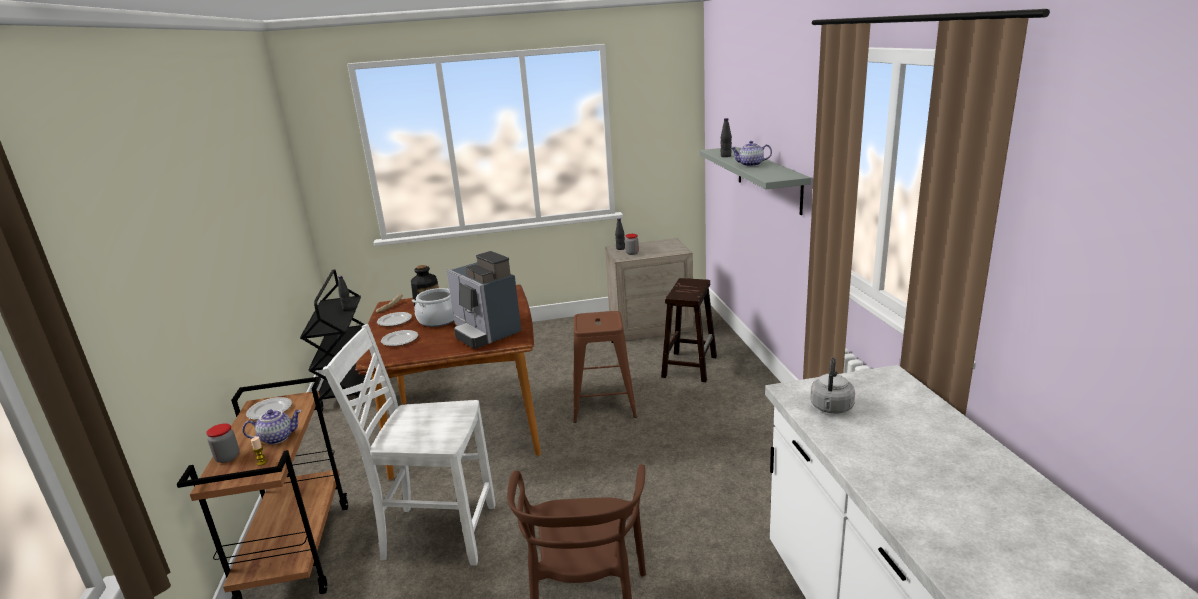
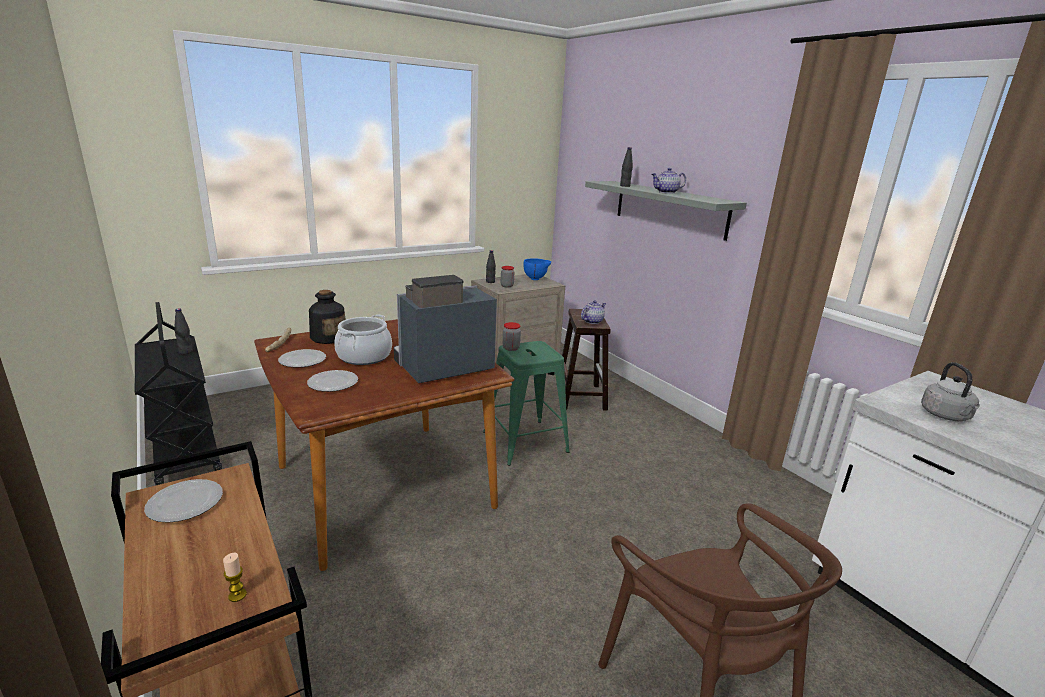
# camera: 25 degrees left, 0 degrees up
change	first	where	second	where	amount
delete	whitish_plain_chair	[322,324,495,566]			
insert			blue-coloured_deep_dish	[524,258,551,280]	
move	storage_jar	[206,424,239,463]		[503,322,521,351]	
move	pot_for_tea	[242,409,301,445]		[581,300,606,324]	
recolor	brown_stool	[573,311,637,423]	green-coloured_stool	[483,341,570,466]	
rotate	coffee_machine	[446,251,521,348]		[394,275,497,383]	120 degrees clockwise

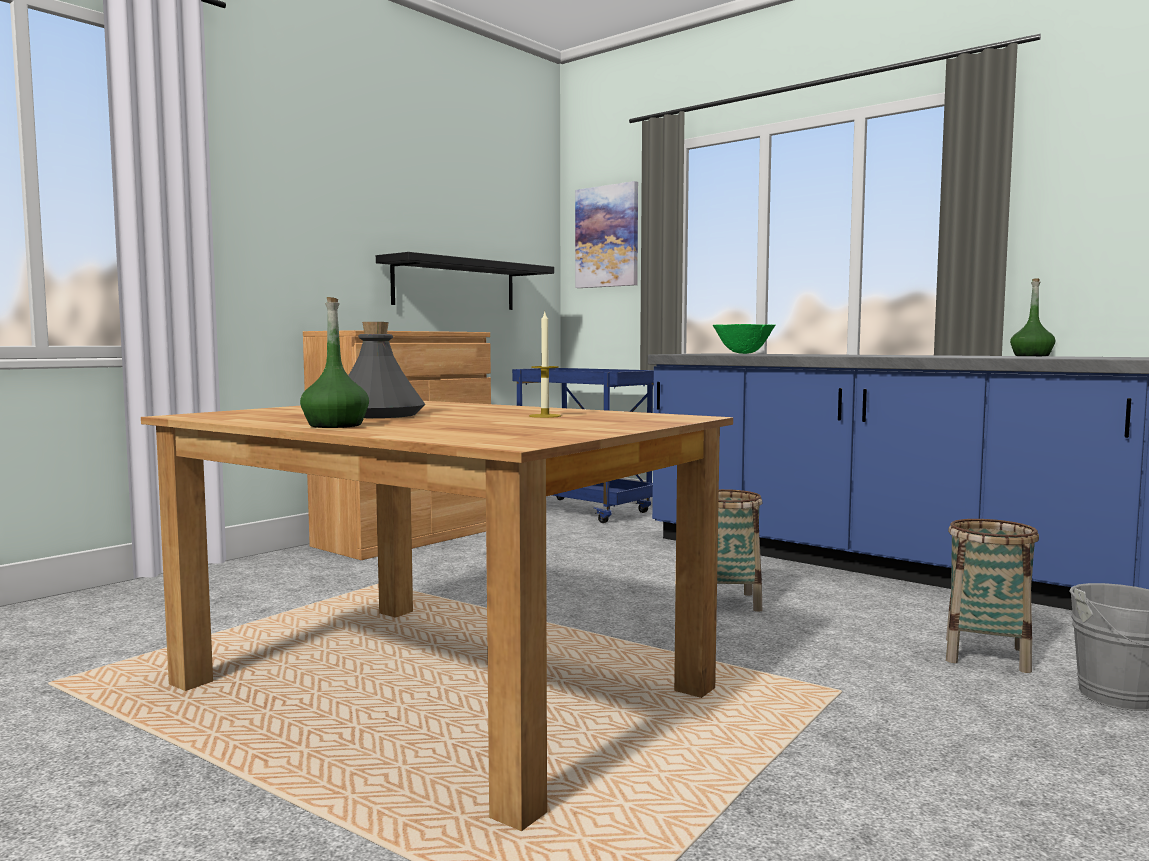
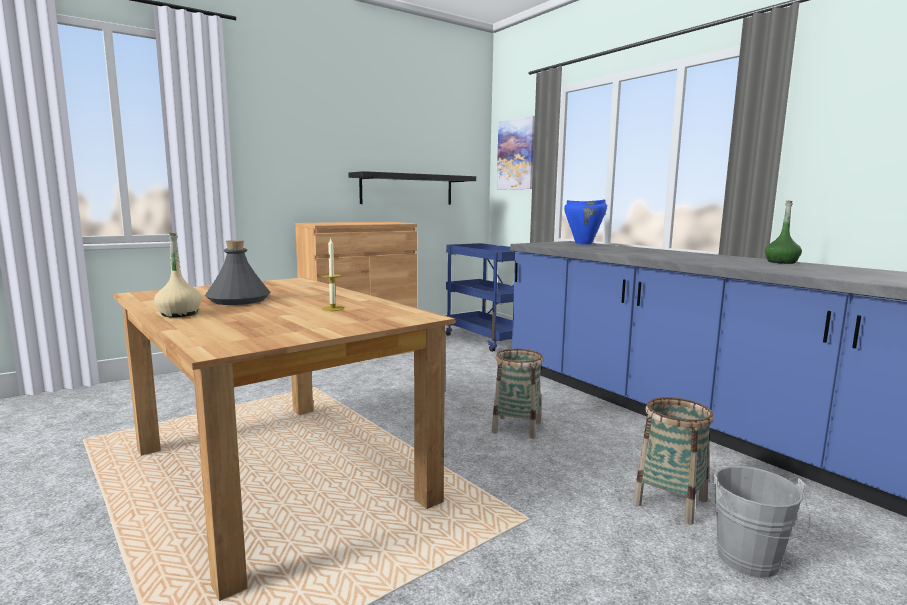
# camera: 15 degrees right, 5 degrees up
change	first	where	second	where	amount
replace	green-coloured_deep_dish	[713,324,776,354]	blue-coloured_saucepot	[564,199,607,245]	
recolor	green-coloured_beverage_bottle	[300,297,369,428]	beige_beverage_bottle	[154,233,202,317]	

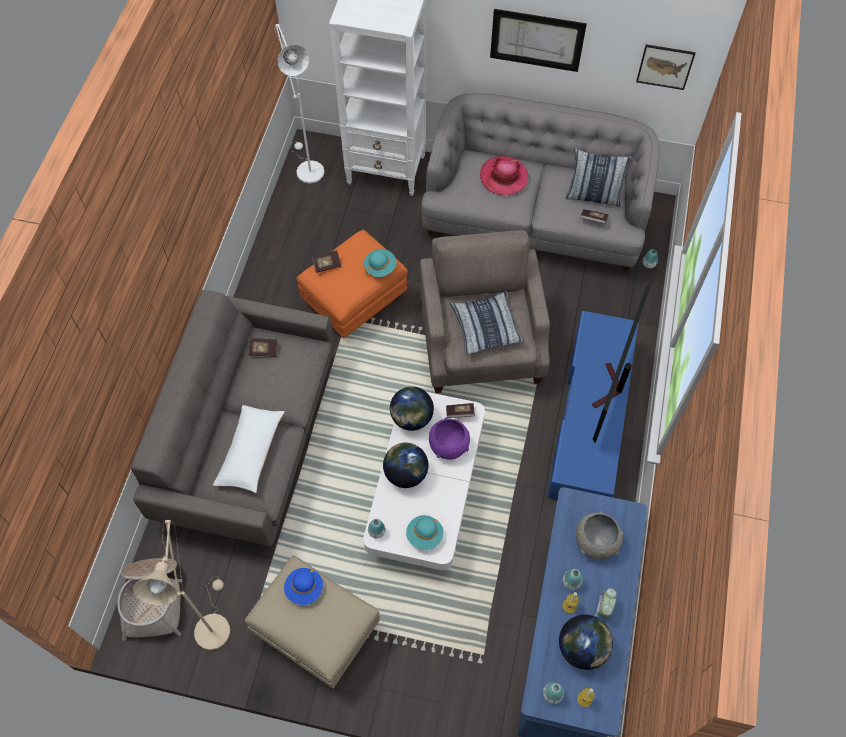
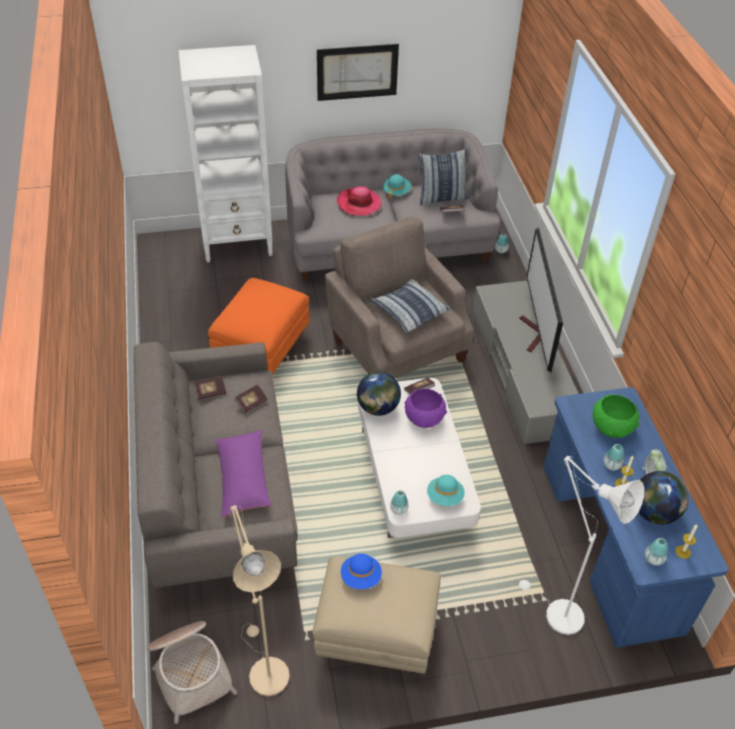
# camera: 25 degrees left, 15 degrees down
change	first	where	second	where	amount
delete	desk_globe	[383,442,429,488]			
delete	wall_art	[636,44,696,90]			
move	whitish_standing_lamp	[274,24,325,184]		[519,456,645,635]	
move	bound_book	[312,250,341,273]		[234,384,267,413]	
move	turquoise-coloured_hat	[364,249,397,277]		[383,174,411,199]	
recolor	whitish_pillow	[213,405,285,493]	purplish_pillow	[216,429,272,517]	
recolor	blue-coloured_media_console	[547,311,639,500]	grey_media_console	[472,281,579,445]	
recolor	grey_deep_dish	[576,511,623,560]	green-coloured_deep_dish	[593,394,639,438]	

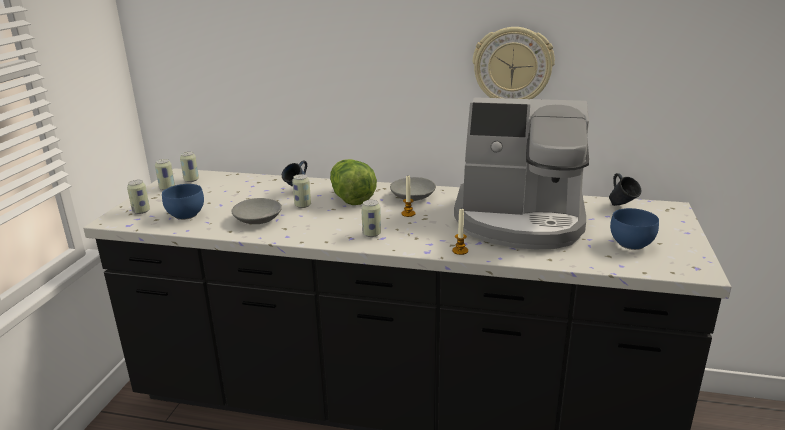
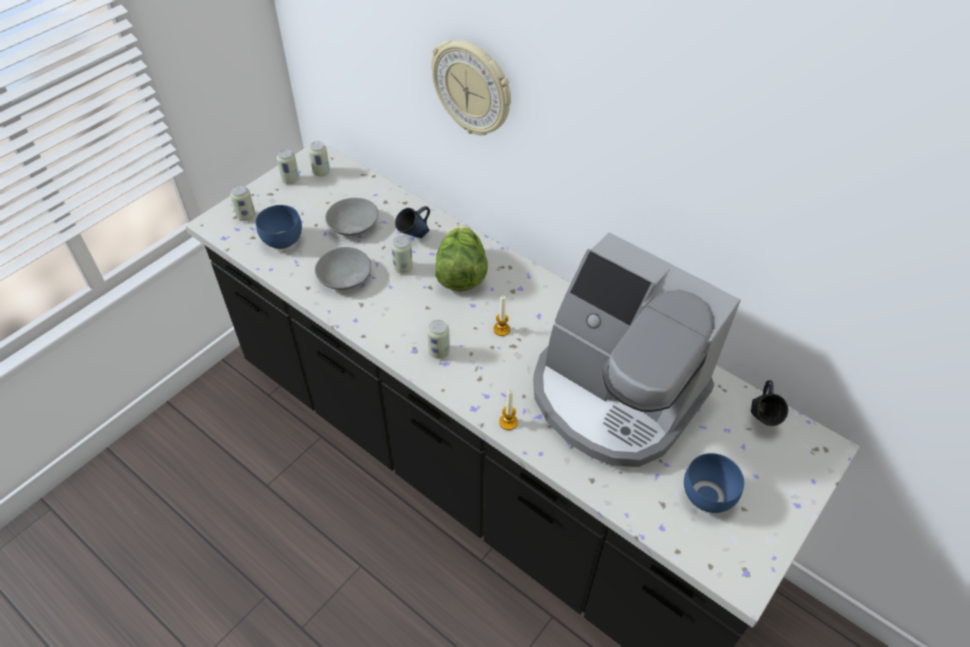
# camera: 25 degrees right, 25 degrees up
change	first	where	second	where	amount
move	grey_deep_dish	[390,177,436,201]		[325,198,378,236]	
move	hanging_clock	[473,27,555,99]		[431,40,511,135]	

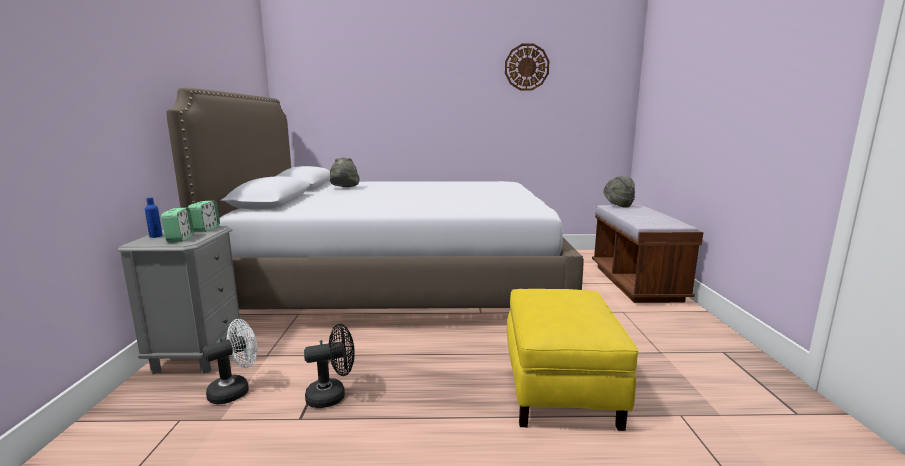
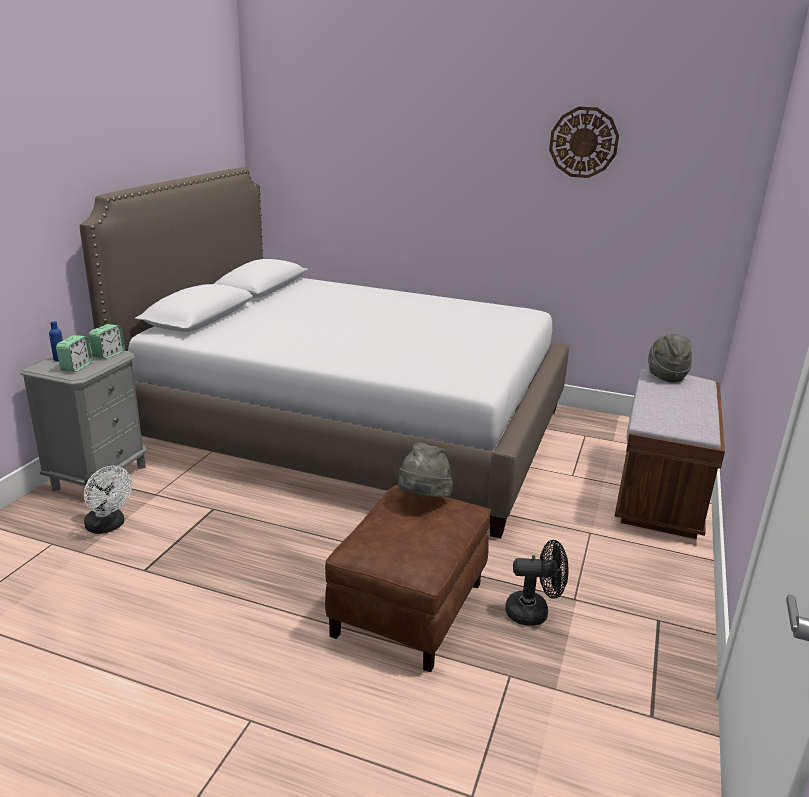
# camera: 20 degrees right, 10 degrees up
change	first	where	second	where	amount
move	blackish_cooling_fan	[304,324,355,408]		[505,540,568,626]	
move	grey_hat	[330,158,360,187]		[398,442,453,497]	
recolor	yellow-coloured_pouffe	[507,289,638,431]	brown_pouffe	[325,485,491,672]	
rotate	whitish_cooling_fan	[203,319,257,404]		[84,466,132,534]	60 degrees clockwise

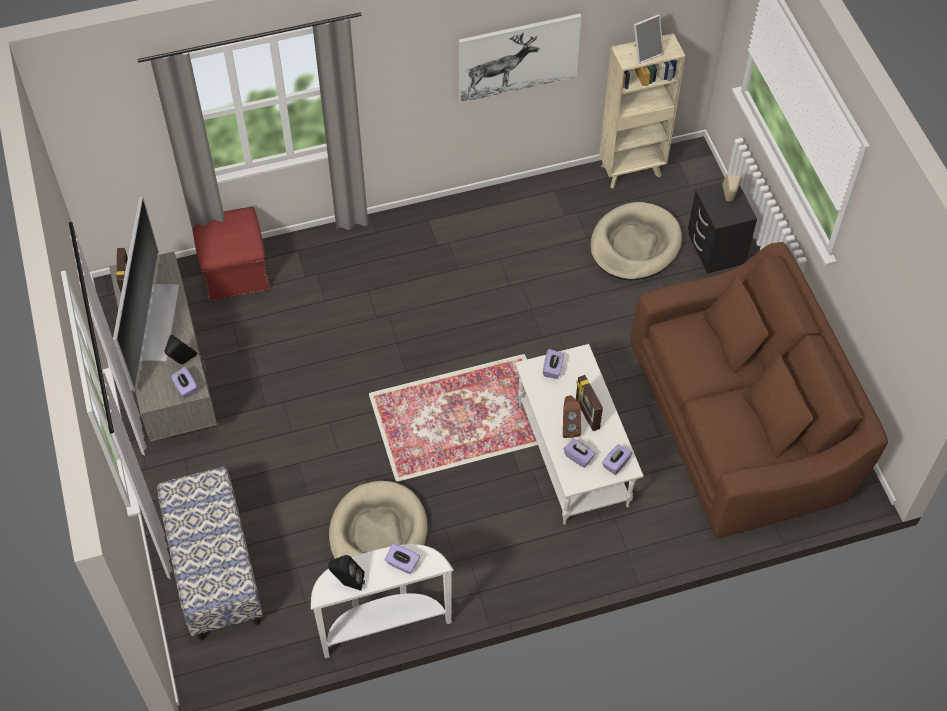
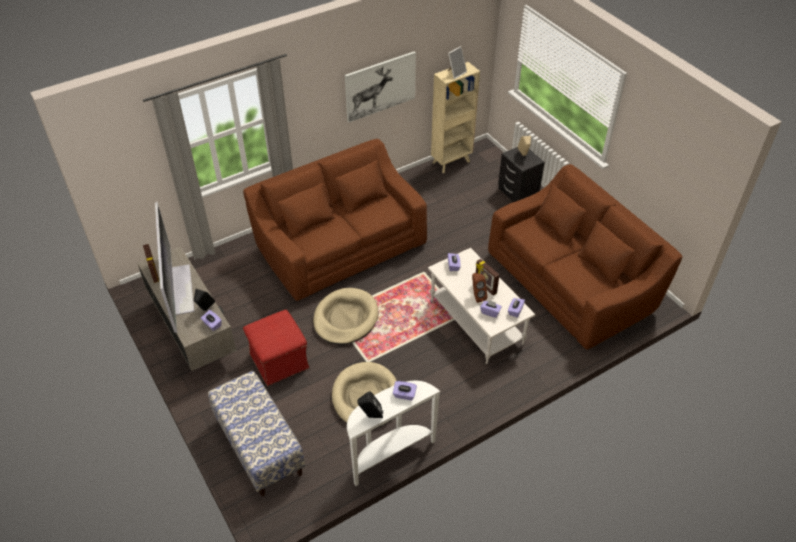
# camera: 15 degrees left, 10 degrees down
change	first	where	second	where	amount
insert			brown_settee	[243,139,427,301]	
move	red-coloured_pouffe	[192,207,270,301]		[243,310,309,386]	
move	beige_pet_bed	[590,202,682,280]		[313,288,378,345]	

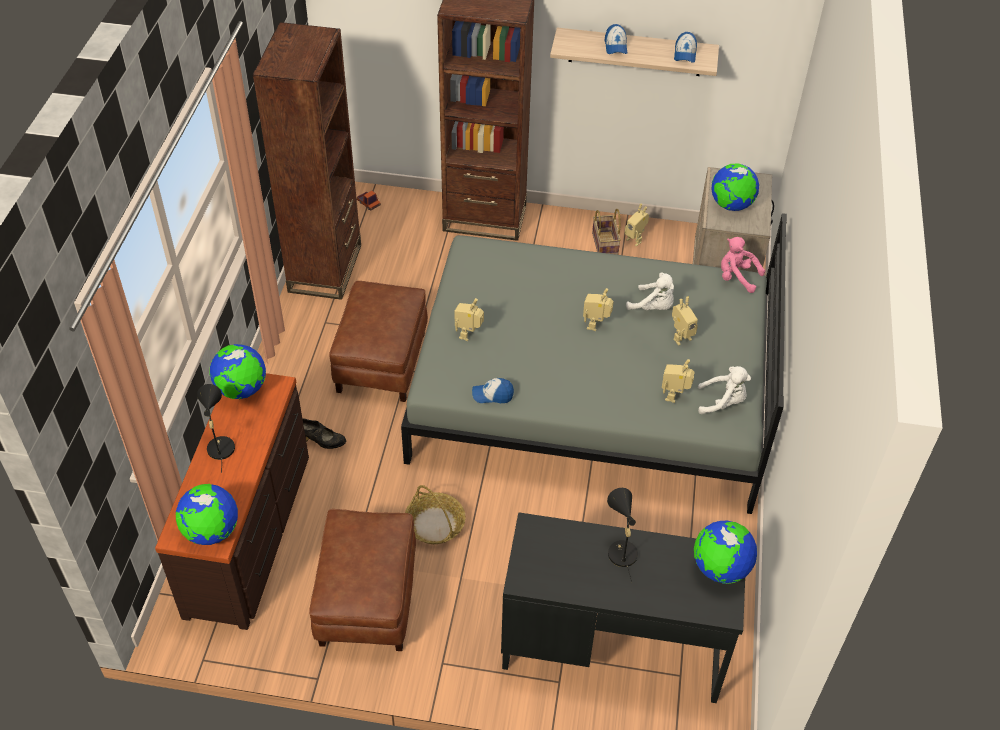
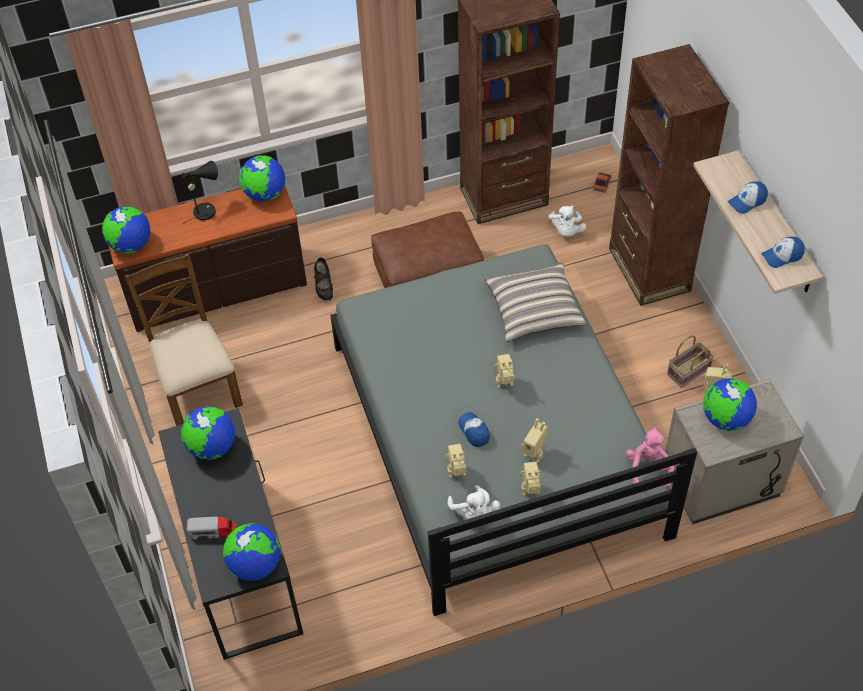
# camera: 65 degrees right, 5 degrees up
change	first	where	second	where	amount
delete	basket	[405,485,465,544]			
delete	blackish_lamp_for_a_table	[607,488,638,583]			
insert			desk_globe	[181,406,235,460]	
insert			toy_truck	[187,517,237,539]	
insert			pillow	[485,262,586,342]	
move	toy_robot	[454,298,484,341]		[520,462,540,496]	
move	baseball_cap	[472,378,514,403]		[458,412,490,447]	
move	whitish_plush_toy	[626,273,674,310]		[548,205,587,237]	
replace	brown_pouffe	[309,509,416,651]	brown_plain_chair	[125,253,243,426]	

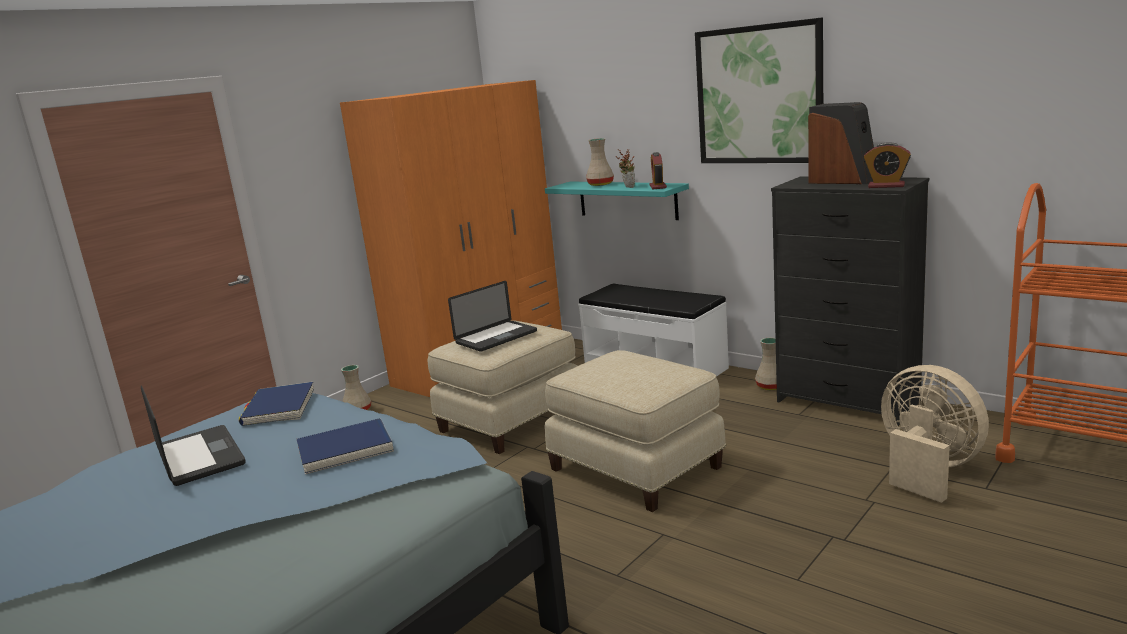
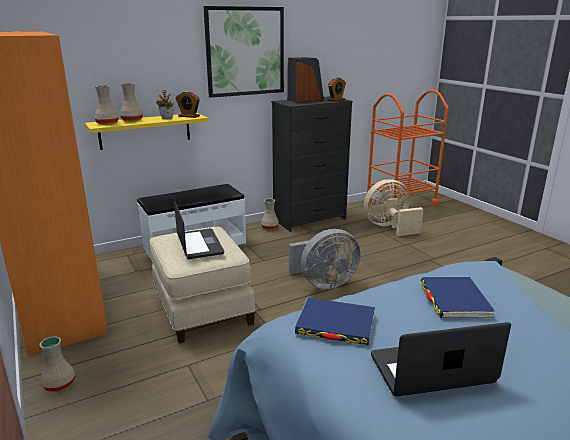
# camera: 70 degrees left, 5 degrees up
change	first	where	second	where	amount
insert			beige_vase	[95,85,119,125]	
replace	beige_pouffe	[544,350,726,512]	grey_cooling_fan	[289,229,361,289]	
recolor	turquoise-coloured_shelf	[545,181,689,220]	yellow-coloured_shelf	[85,113,208,150]	

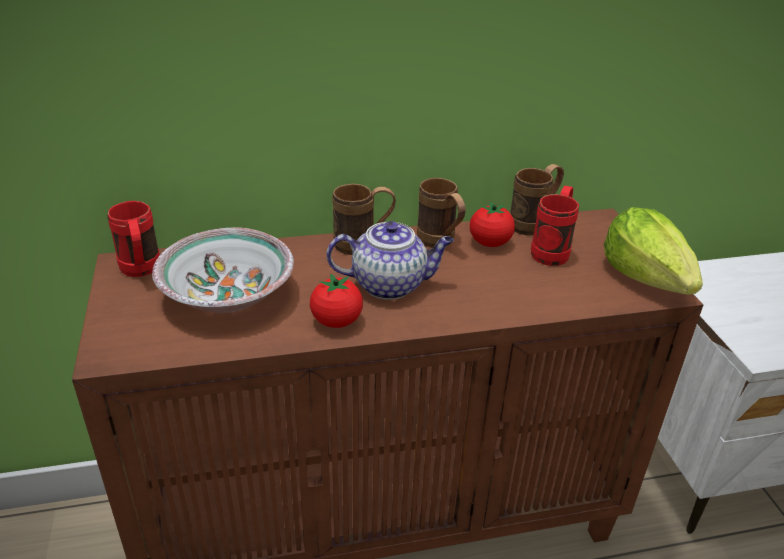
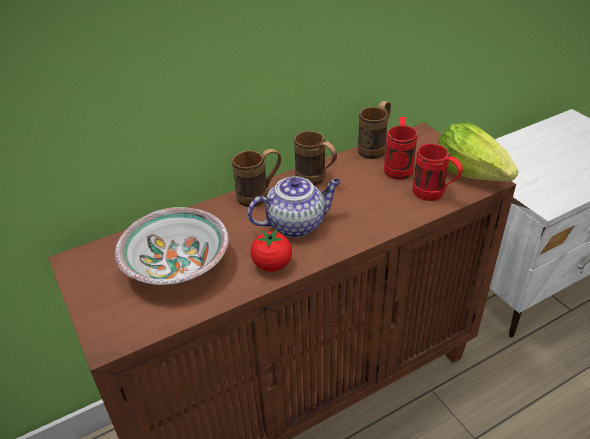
# camera: 15 degrees left, 5 degrees up
change	first	where	second	where	amount
delete	tomato	[470,201,515,247]			
move	red-coloured_coffee_mug	[108,201,160,277]		[413,143,463,201]	

